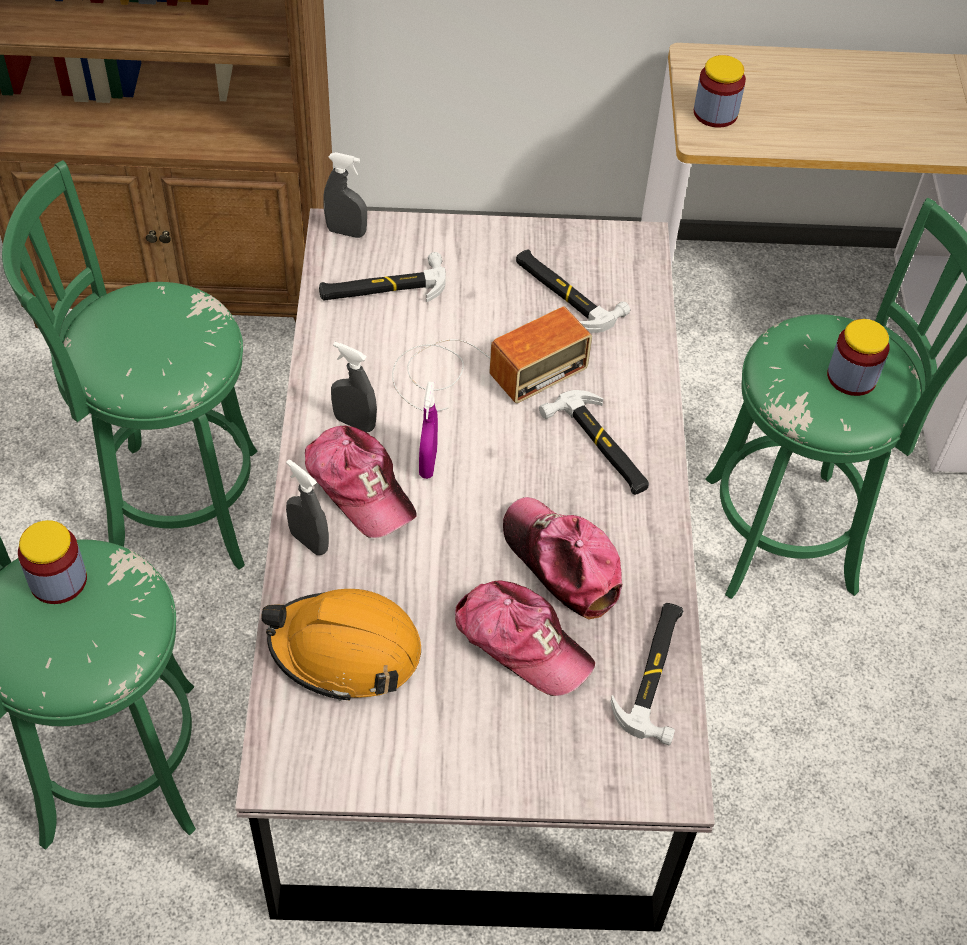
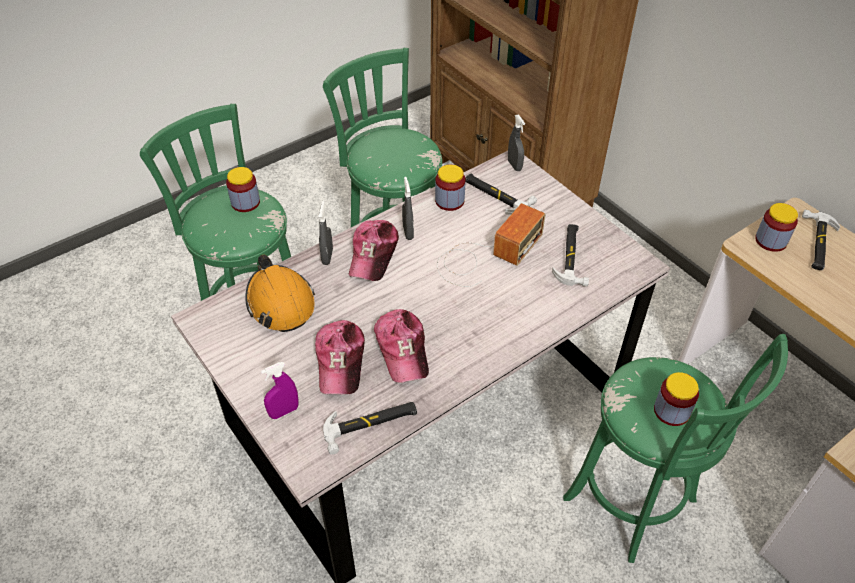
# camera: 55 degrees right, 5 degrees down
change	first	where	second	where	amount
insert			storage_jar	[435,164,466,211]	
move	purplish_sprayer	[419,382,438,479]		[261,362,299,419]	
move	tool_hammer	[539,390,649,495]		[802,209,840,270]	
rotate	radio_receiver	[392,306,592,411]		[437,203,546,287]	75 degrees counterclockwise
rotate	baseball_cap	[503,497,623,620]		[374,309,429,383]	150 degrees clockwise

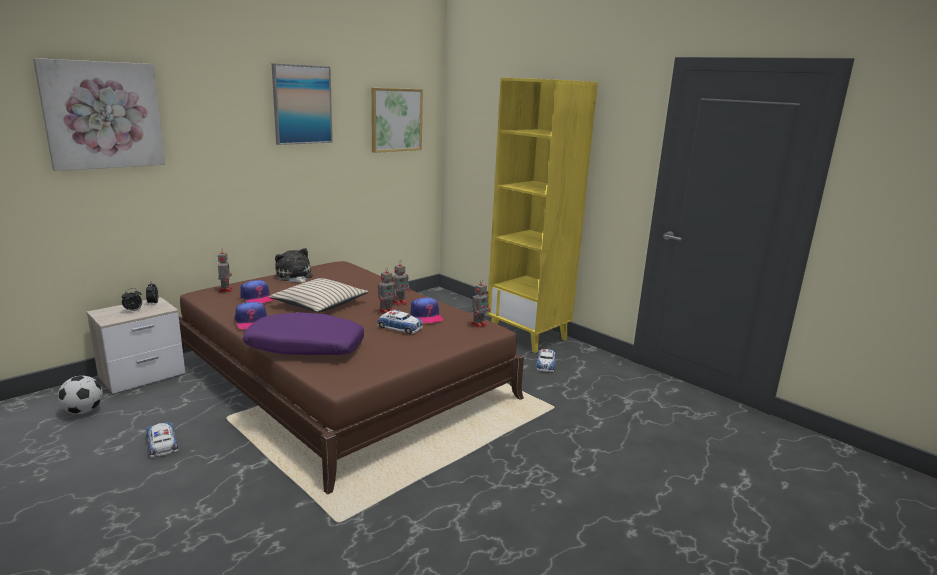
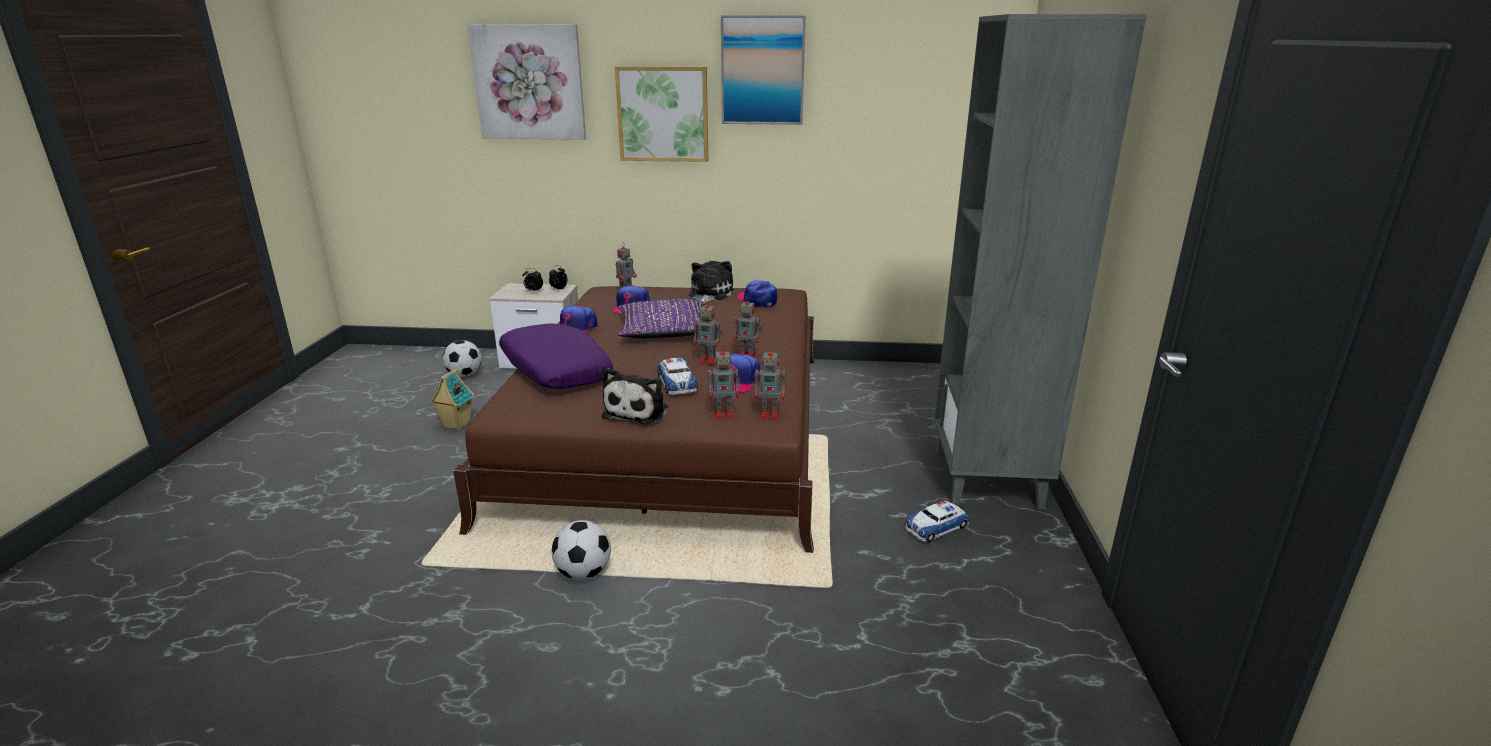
# camera: 50 degrees right, 5 degrees up
change	first	where	second	where	amount
insert			football_ball	[552,520,611,580]	
insert			plush_toy	[602,368,668,424]	
insert			toy_robot	[708,345,740,419]	
insert			baseball_cap	[737,280,777,307]	
move	wall_art	[371,88,423,153]		[615,66,708,162]	
replace	model_car	[146,422,179,458]	model_house	[430,369,474,430]	
recolor	beige_pillow	[269,278,369,312]	purplish_pillow	[618,299,704,338]	
recolor	yellow-coloured_bookcase	[487,78,598,353]	grey_bookcase	[934,14,1147,509]	

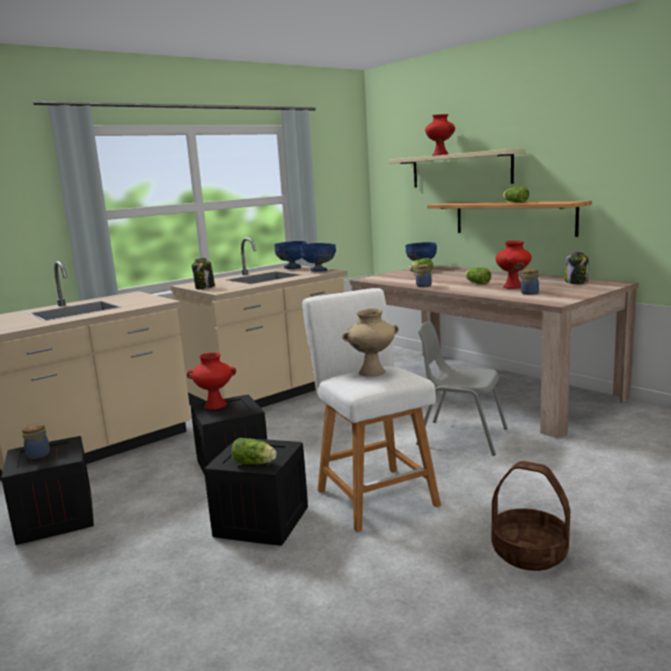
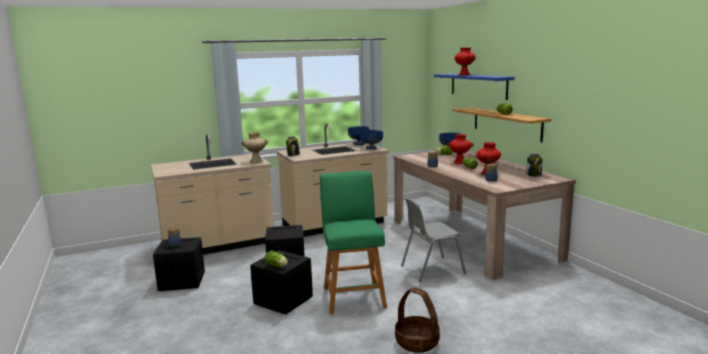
# camera: 15 degrees right, 0 degrees up
change	first	where	second	where	amount
move	red-coloured_vase	[187,352,236,409]		[447,134,473,164]	
move	beige_vase	[342,309,399,377]		[242,132,268,163]	
recolor	whitish_stool	[302,288,441,532]	green-coloured_stool	[320,171,387,314]	
recolor	beige_shelf	[389,149,525,188]	blue-coloured_shelf	[434,74,515,100]	
rotate	grey_plain_chair	[416,321,507,456]		[401,198,466,282]	60 degrees counterclockwise

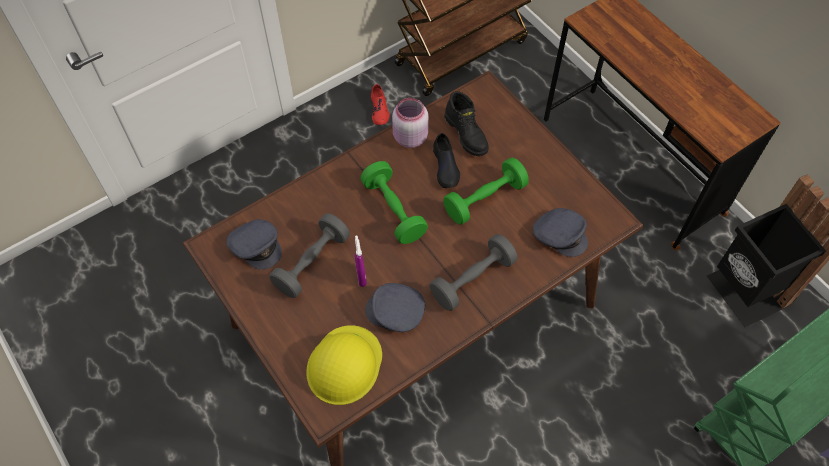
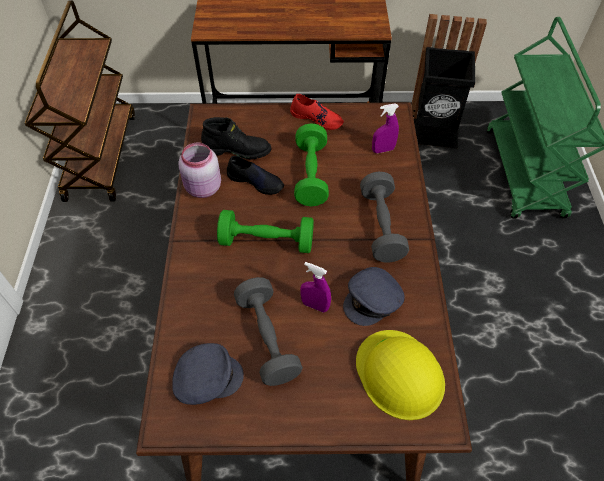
# camera: 55 degrees left, 5 degrees down
change	first	where	second	where	amount
move	red-coloured_item_of_footwear	[371,84,390,125]		[290,94,344,130]	
replace	grey_baseball_cap	[533,208,588,257]	purplish_sprayer	[372,103,399,153]	

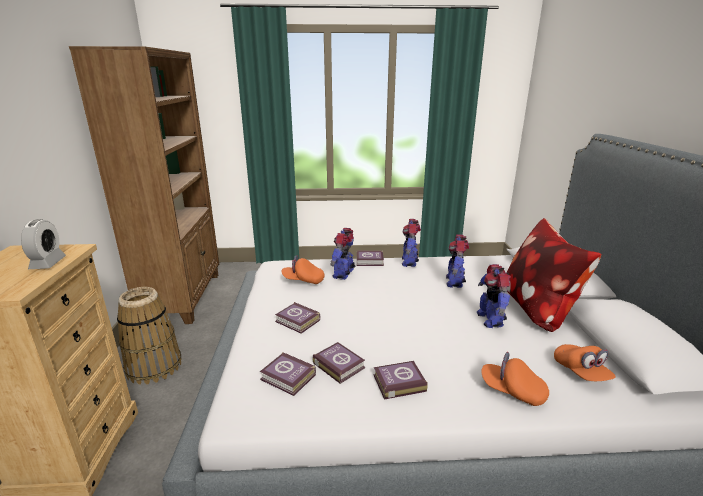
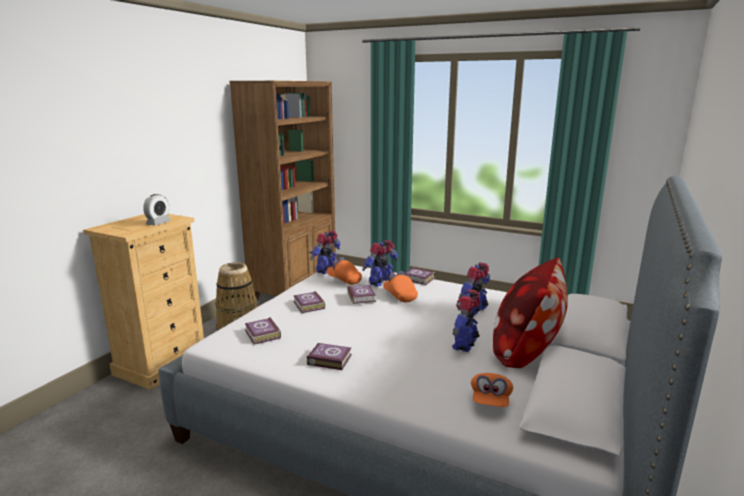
# camera: 30 degrees right, 5 degrees down
change	first	where	second	where	amount
move	bound_book	[313,342,365,384]		[347,285,376,304]	
move	toy_robot	[402,219,421,267]		[310,230,341,274]	
move	orange_baseball_cap	[481,352,549,406]		[383,271,418,302]	

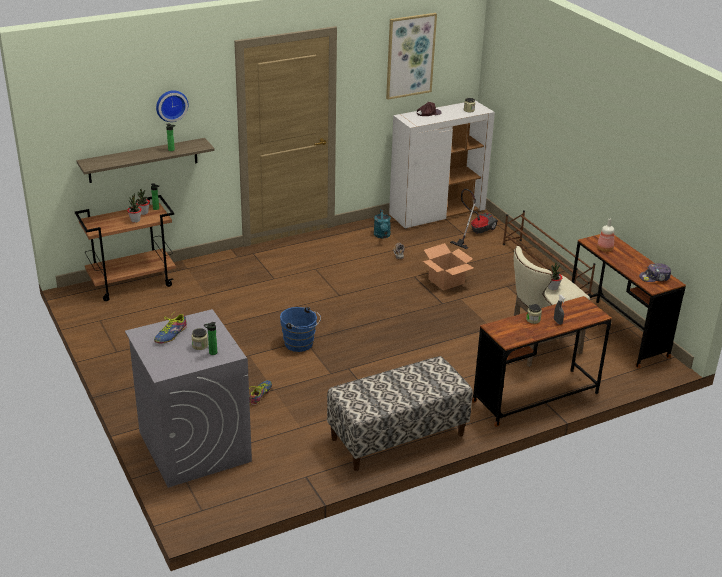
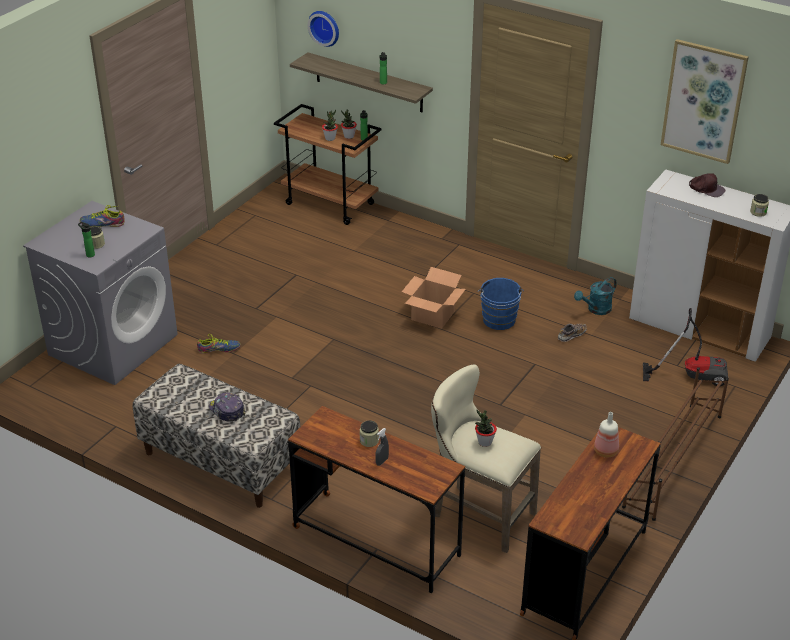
# camera: 60 degrees right, 5 degrees up
change	first	where	second	where	amount
move	hanging_clock	[156,90,188,122]		[308,11,339,47]	
move	blue-coloured_water_bucket	[280,307,321,352]		[478,278,524,330]	
move	packing_box	[423,243,473,291]		[402,267,466,329]	
move	baseball_cap	[639,263,671,282]		[209,393,245,422]	

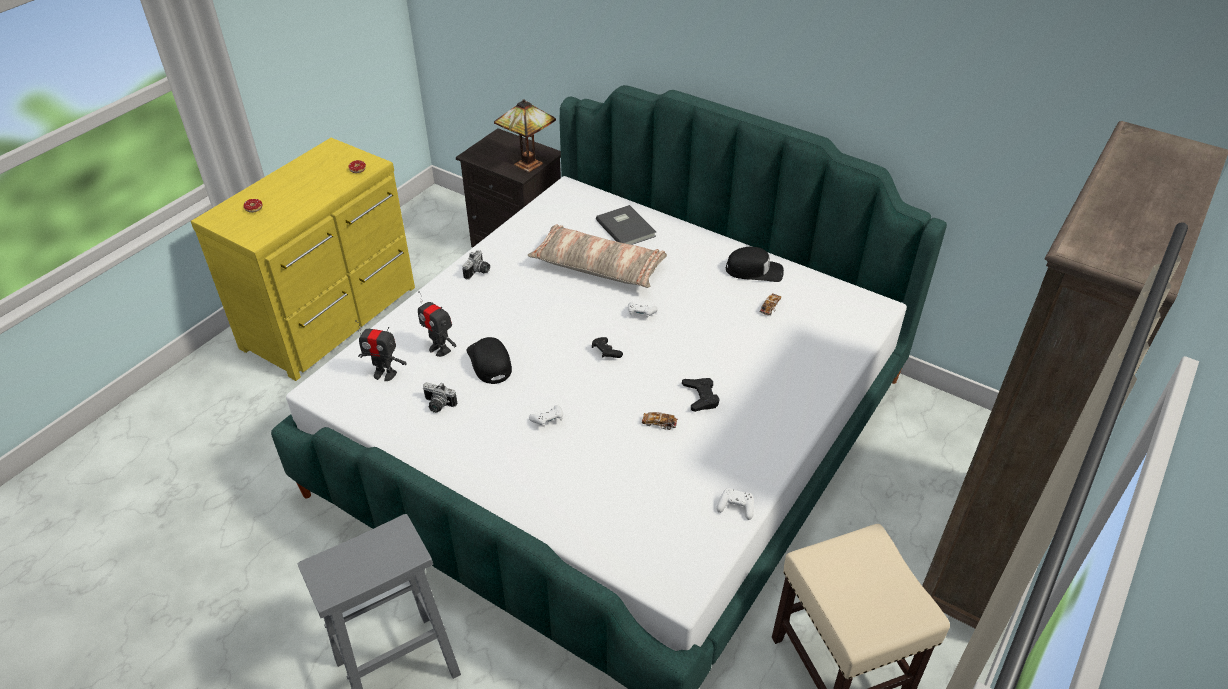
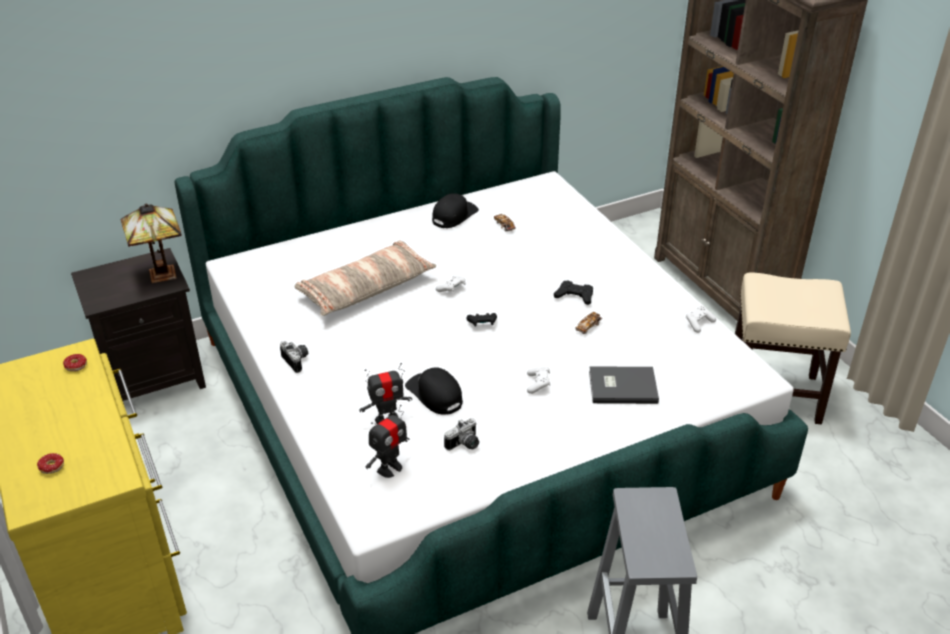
# camera: 60 degrees left, 5 degrees down
change	first	where	second	where	amount
move	grey_bound_book	[596,205,656,245]		[589,366,659,404]	
rotate	blackish_baseball_cap	[467,337,512,384]		[405,368,463,415]	45 degrees clockwise

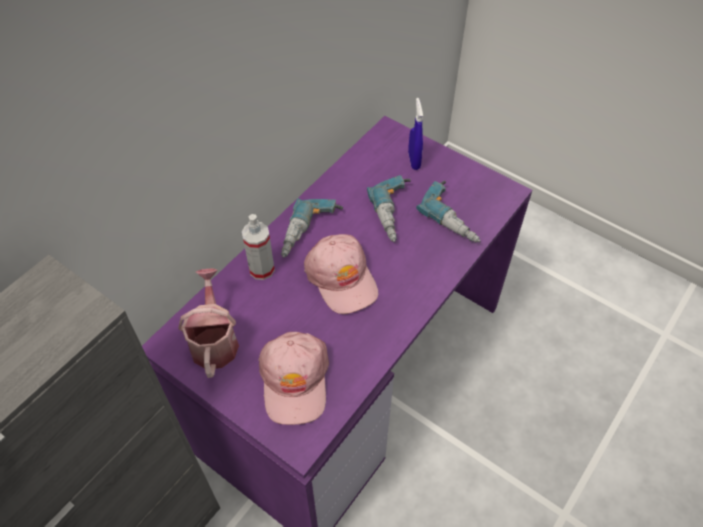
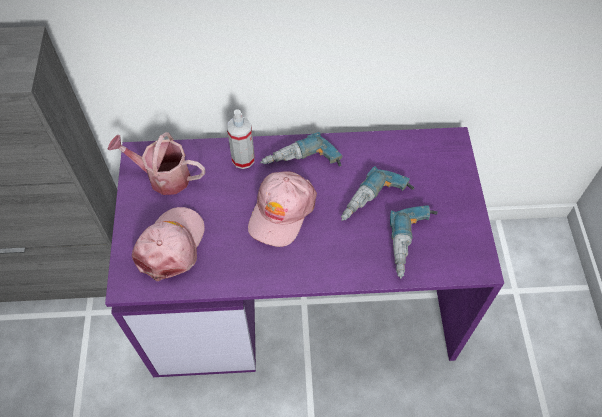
# camera: 50 degrees right, 5 degrees up
change	first	where	second	where	amount
delete	blue-coloured_sprayer	[408,98,423,170]			
rotate	watering_pot	[178,268,239,378]		[107,132,205,195]	120 degrees counterclockwise
rotate	pink-coloured_baseball_cap	[258,332,329,425]		[132,207,205,281]	150 degrees clockwise

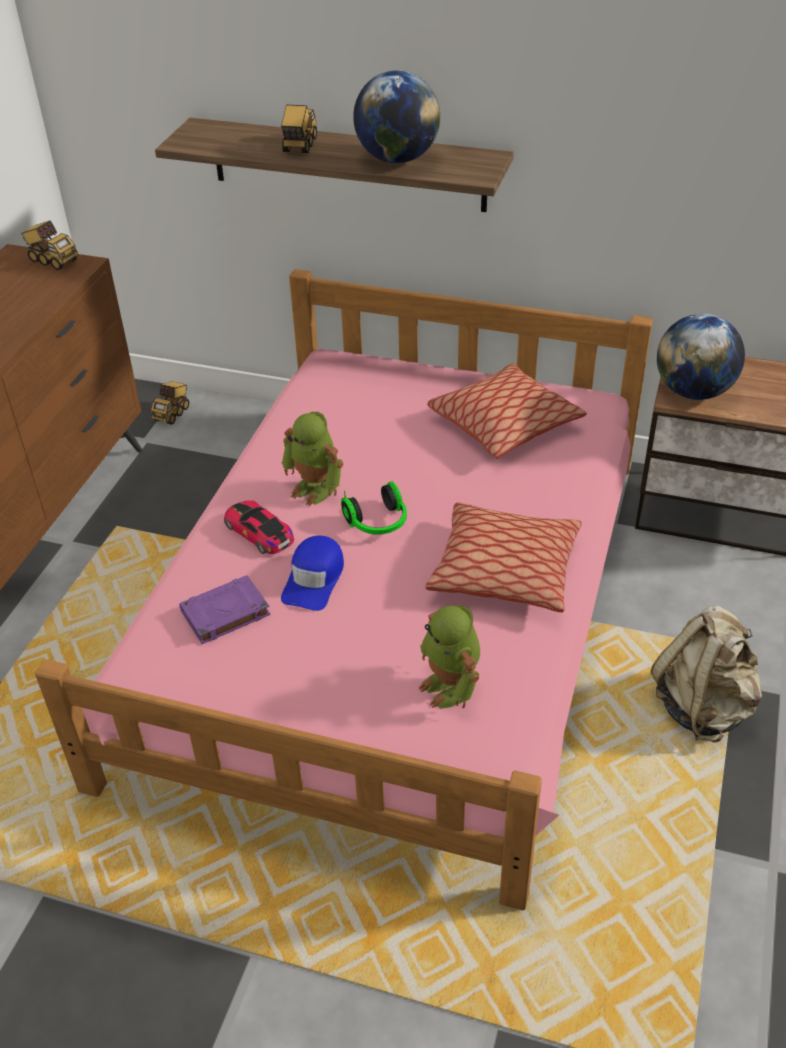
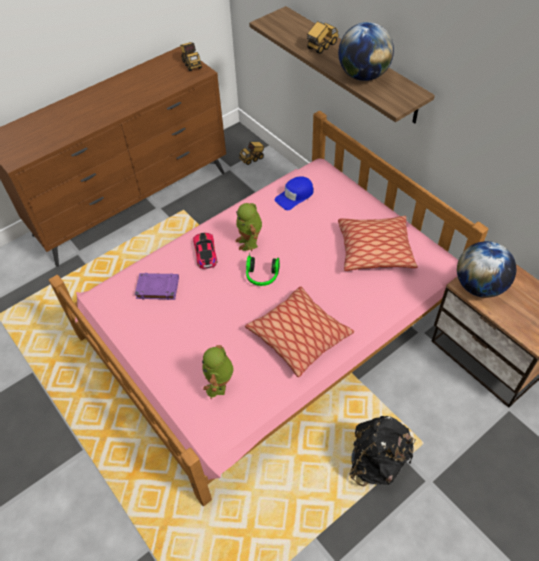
# camera: 35 degrees right, 10 degrees up
change	first	where	second	where	amount
move	blue-coloured_baseball_cap	[281,536,344,611]		[275,176,313,210]	
recolor	beige_rucksack	[651,606,762,743]	blackish_rucksack	[349,416,415,486]	

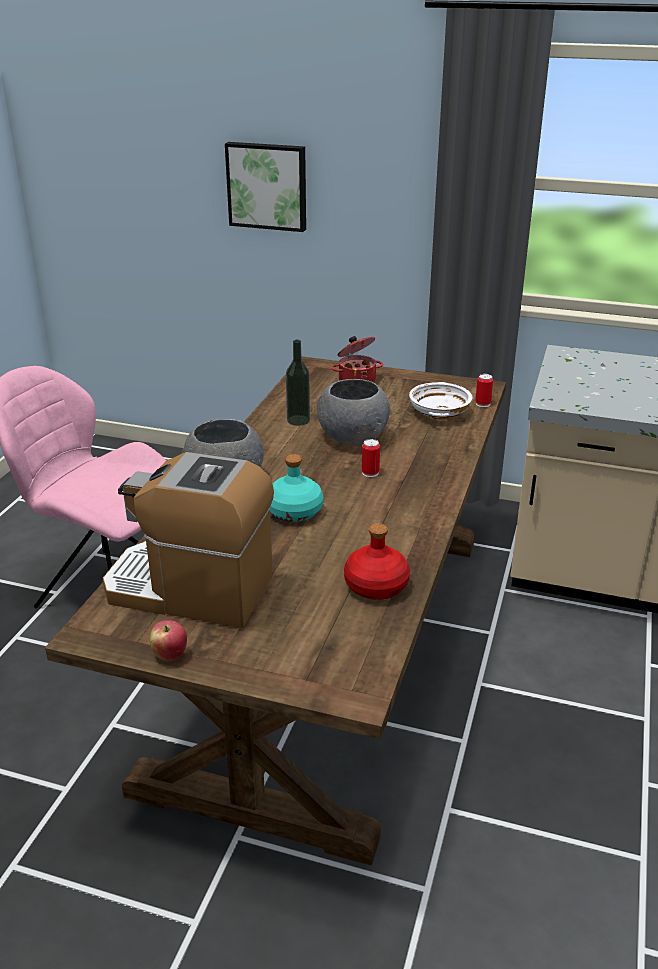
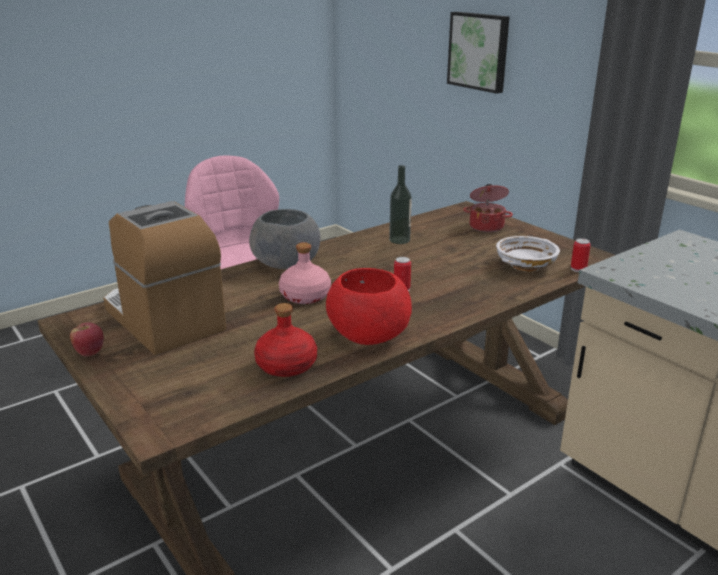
# camera: 35 degrees right, 5 degrees down
change	first	where	second	where	amount
delete	grey_deep_dish	[317,379,390,446]			
insert			red-coloured_deep_dish	[326,268,412,345]	
recolor	turquoise-coloured_beverage_bottle	[270,454,323,522]	pink-coloured_beverage_bottle	[279,242,331,304]	

